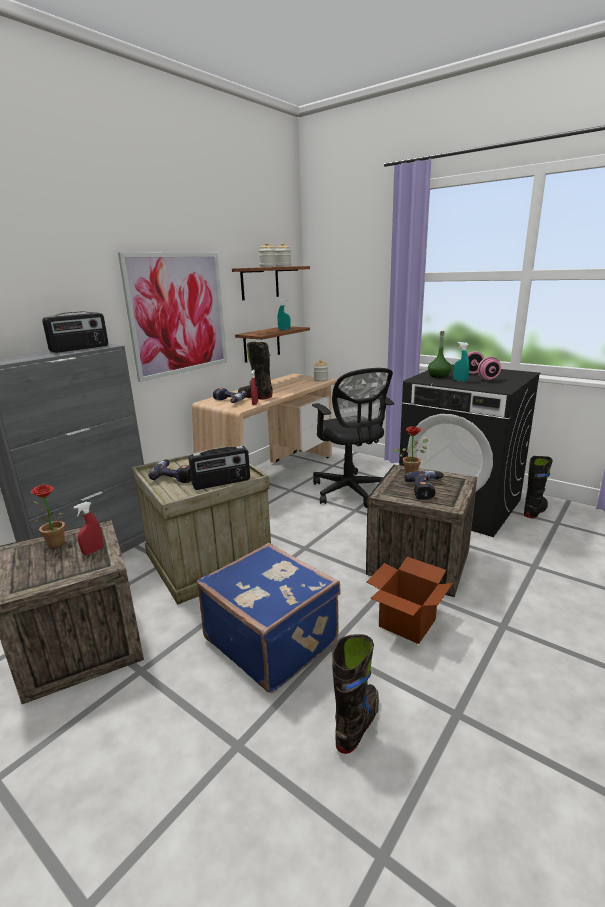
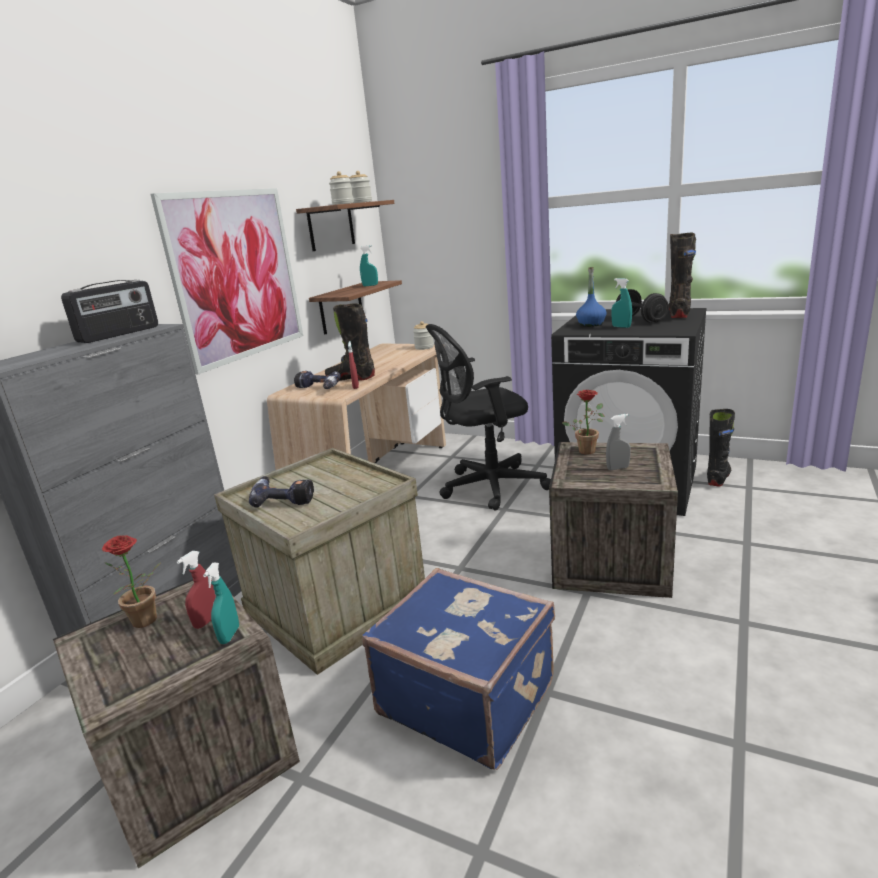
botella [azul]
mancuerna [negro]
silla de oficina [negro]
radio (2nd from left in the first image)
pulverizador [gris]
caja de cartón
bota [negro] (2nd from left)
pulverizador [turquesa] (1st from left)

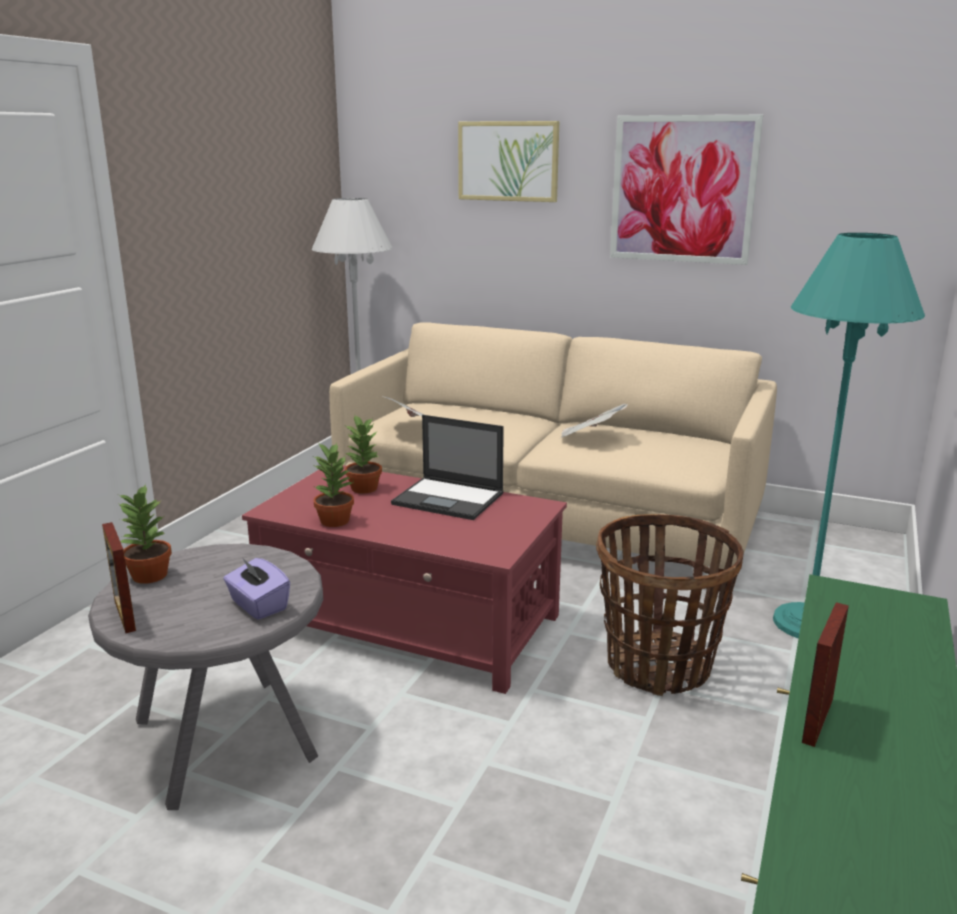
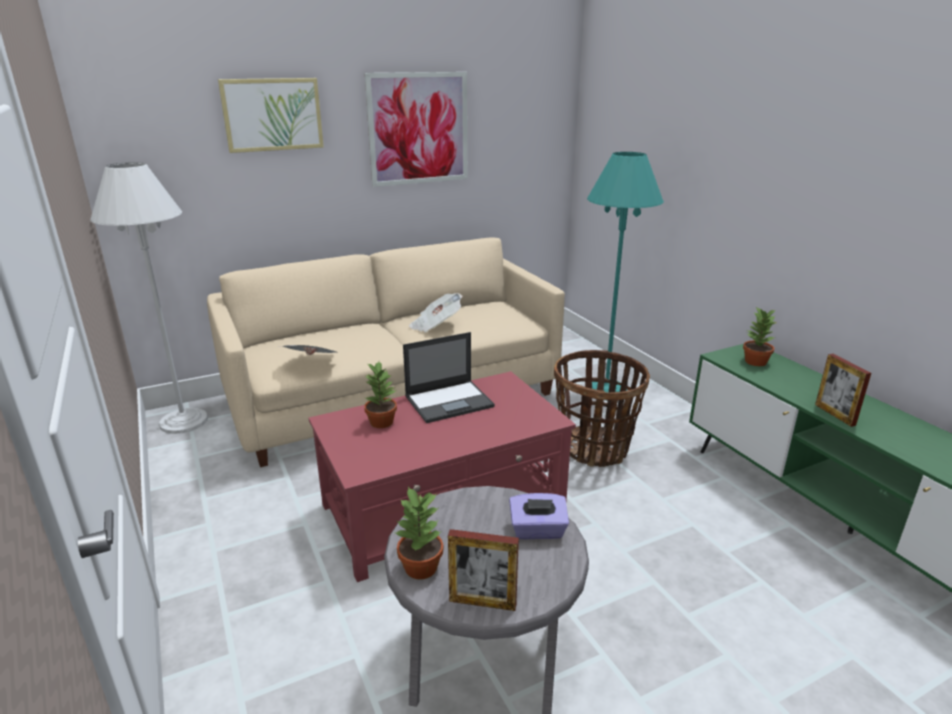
planta en maceta (3rd from left)

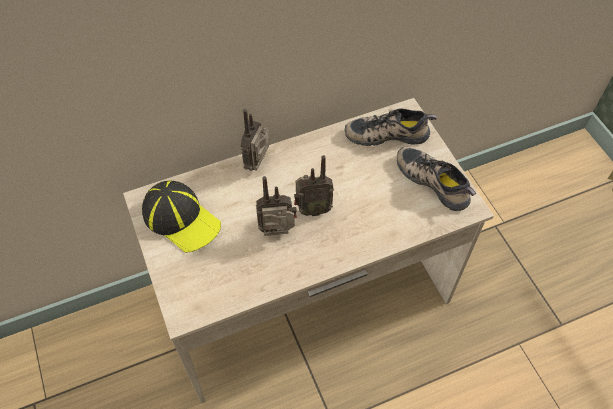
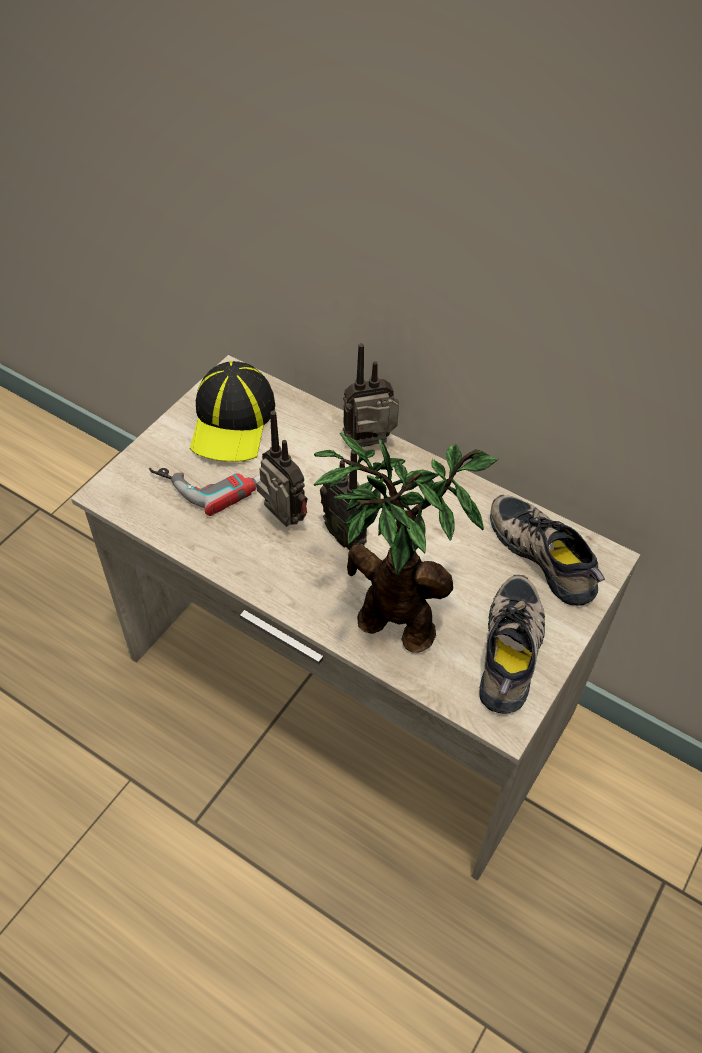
planta en maceta
taladro

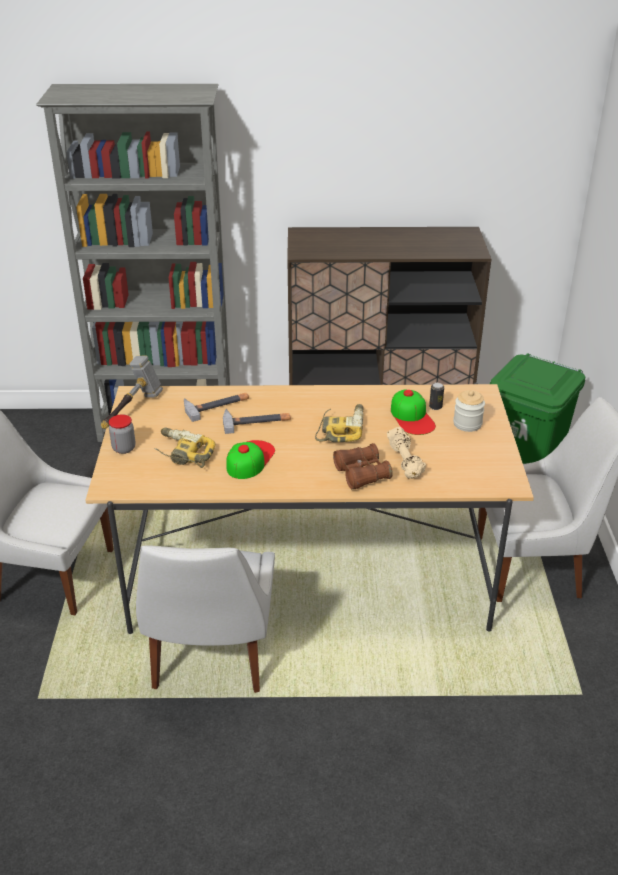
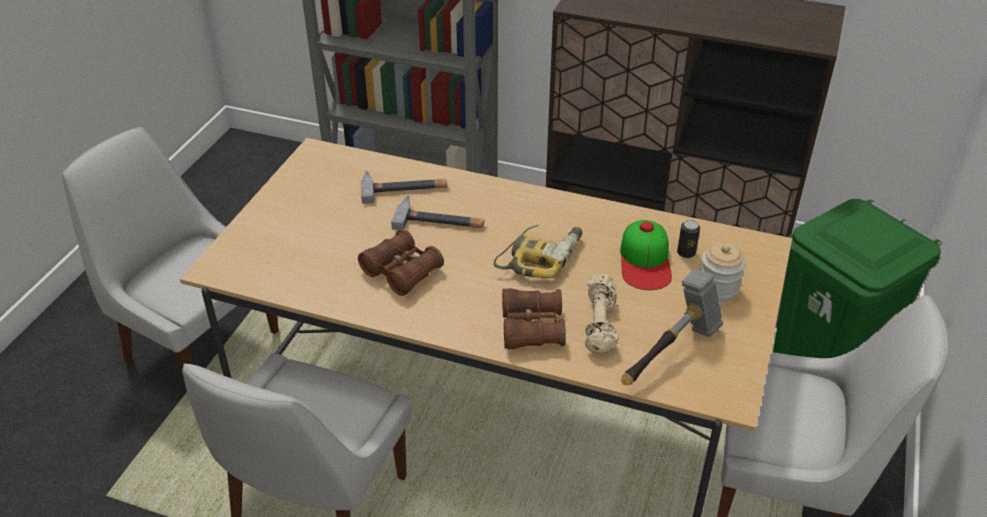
martillo (3rd from left)
tarro (1st from left in the first image)
taladro (1st from left in the first image)
prismáticos [marrón] (1st from left)

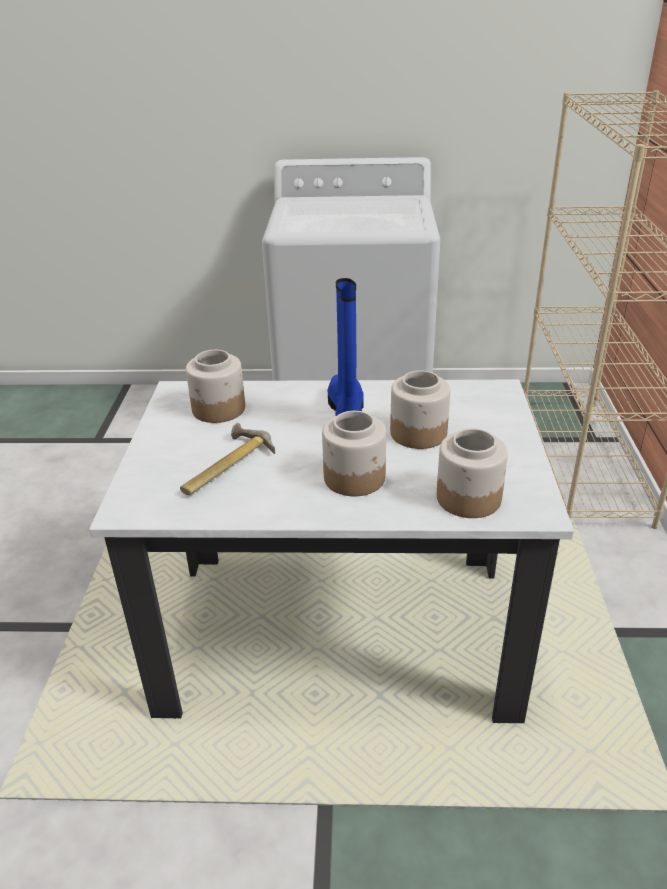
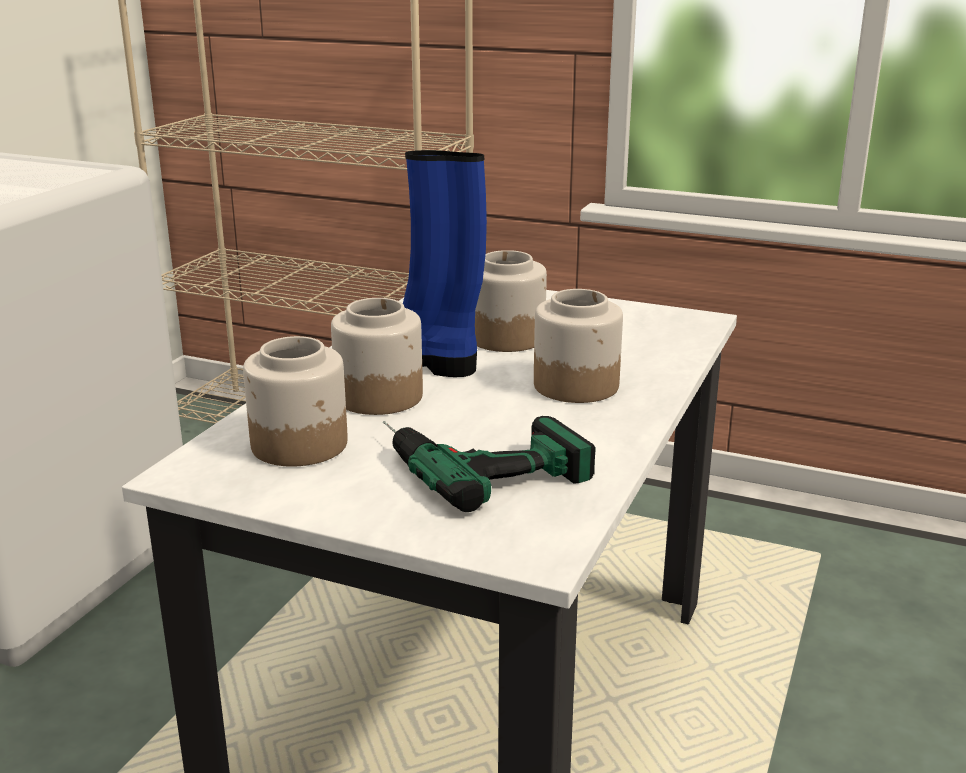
taladro
tarro (2nd from left)

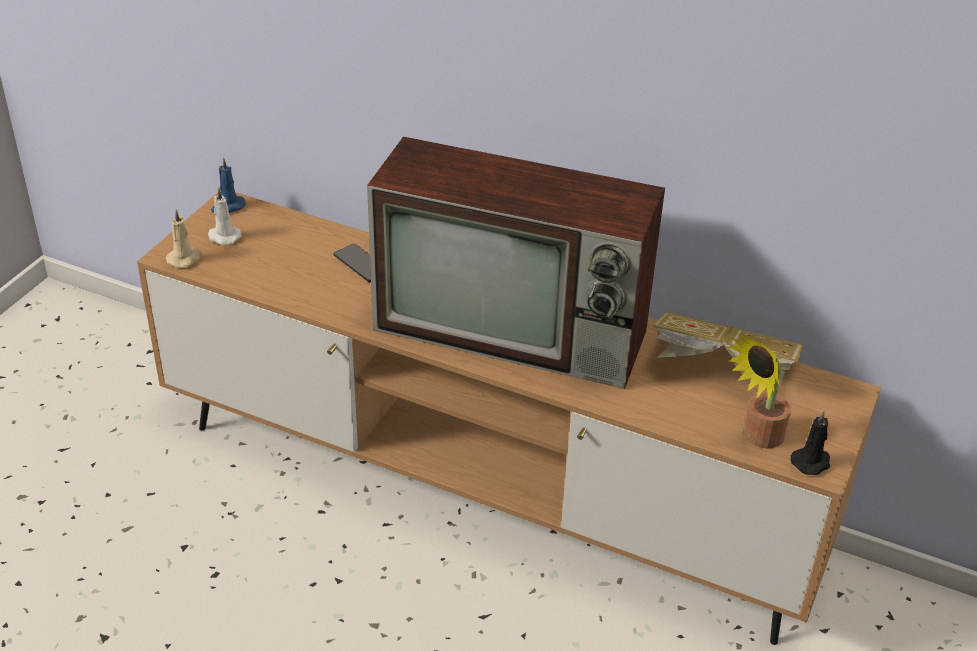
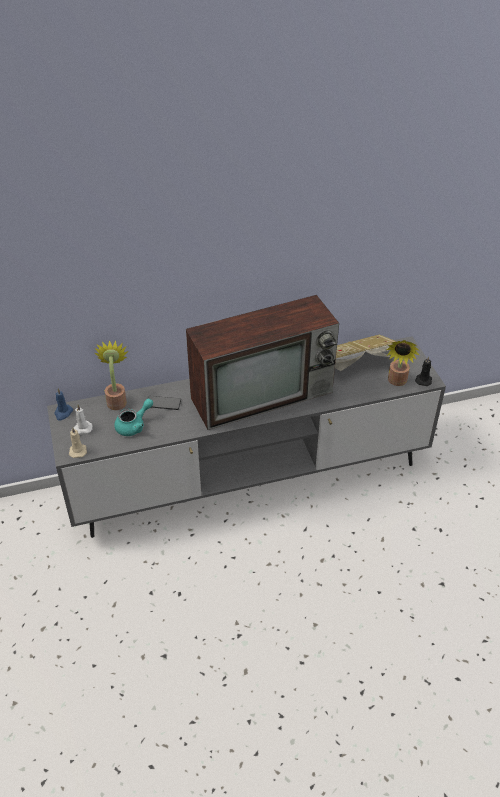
mueble de televisión [gris]
planta en maceta (1st from left)
tetera [turquesa]

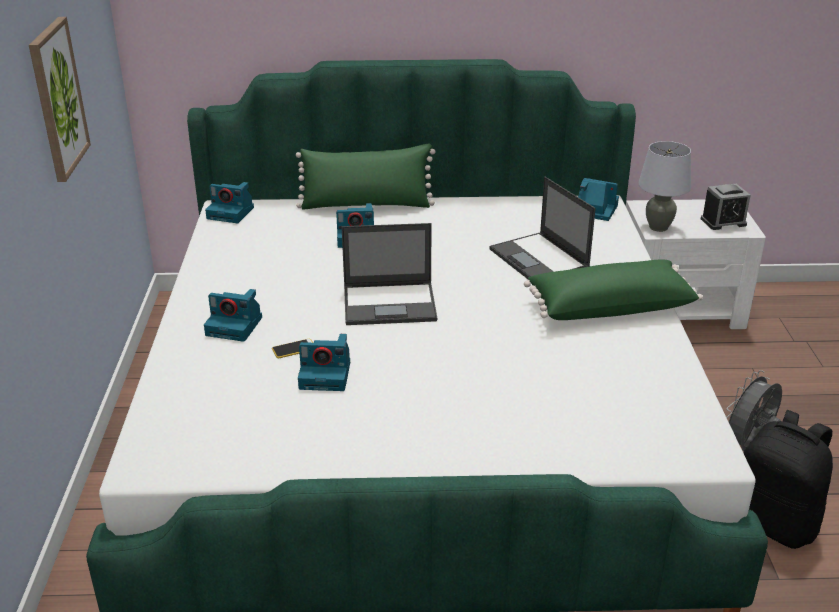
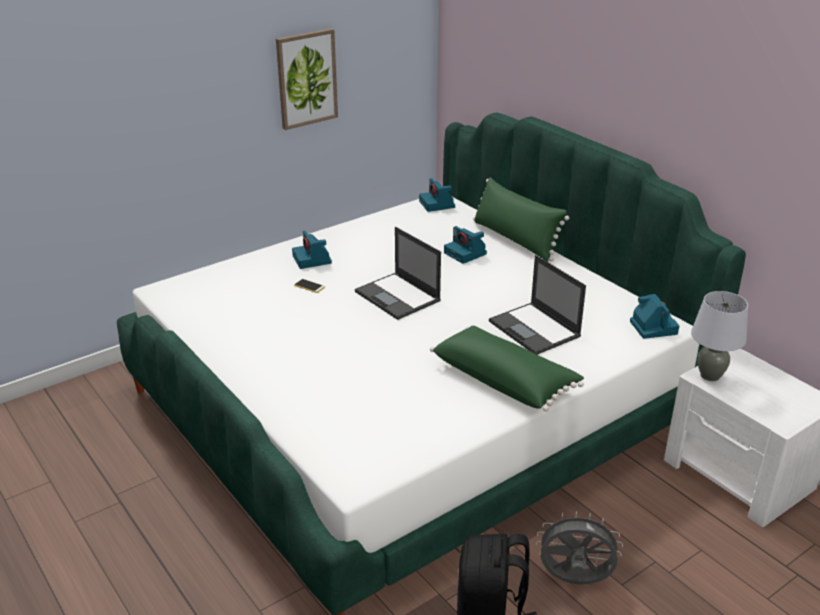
portátil (2nd from left)
despertador
cámara (3rd from left in the first image)

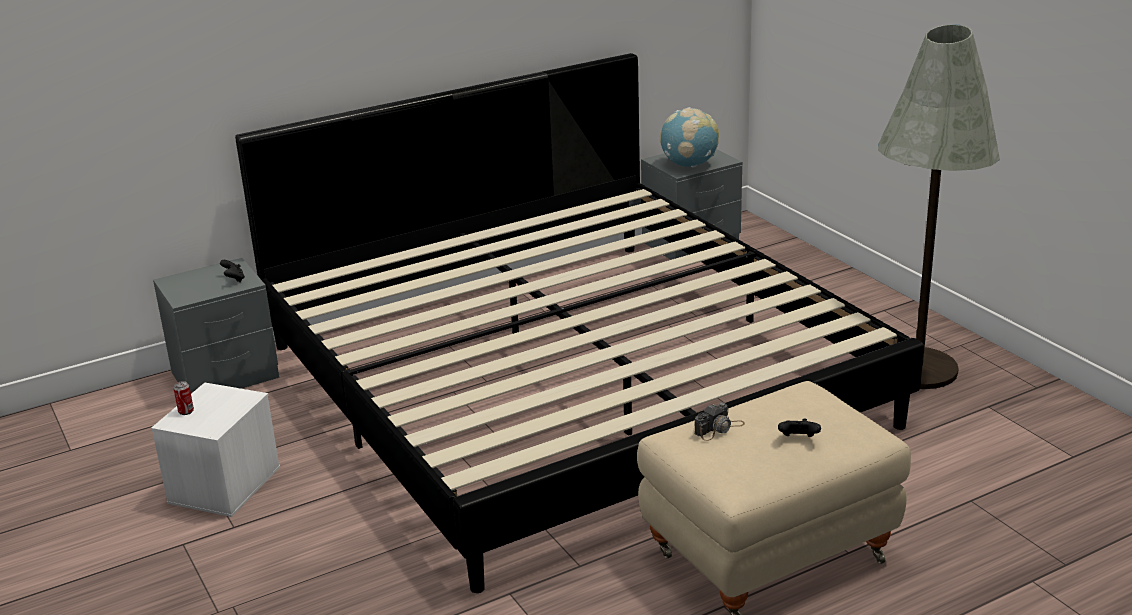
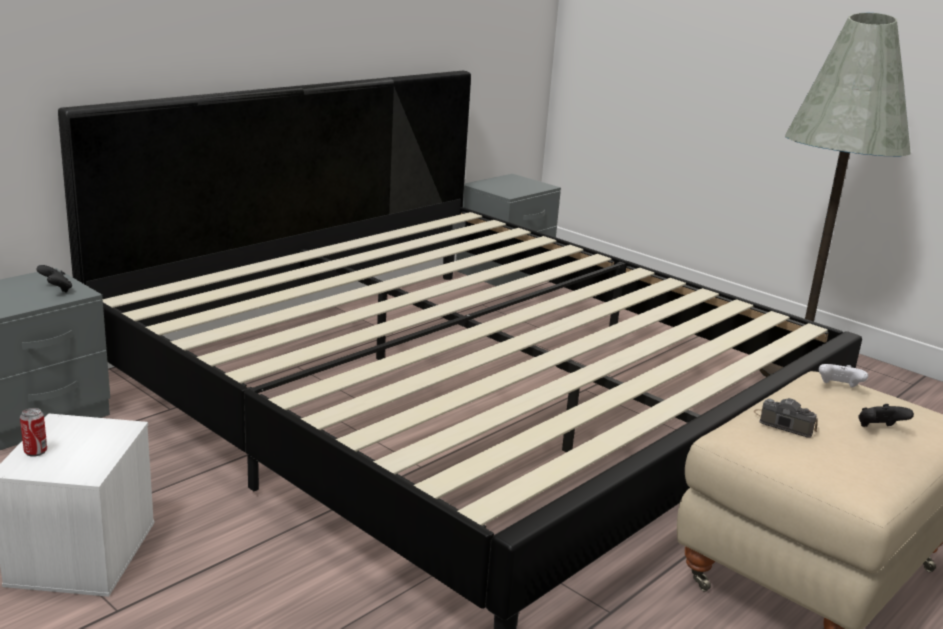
globo terráqueo
cámara
mando de consola [blanco]

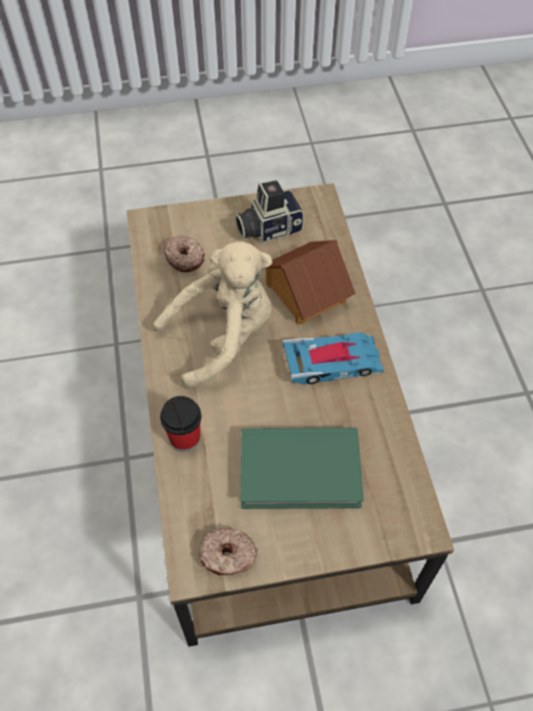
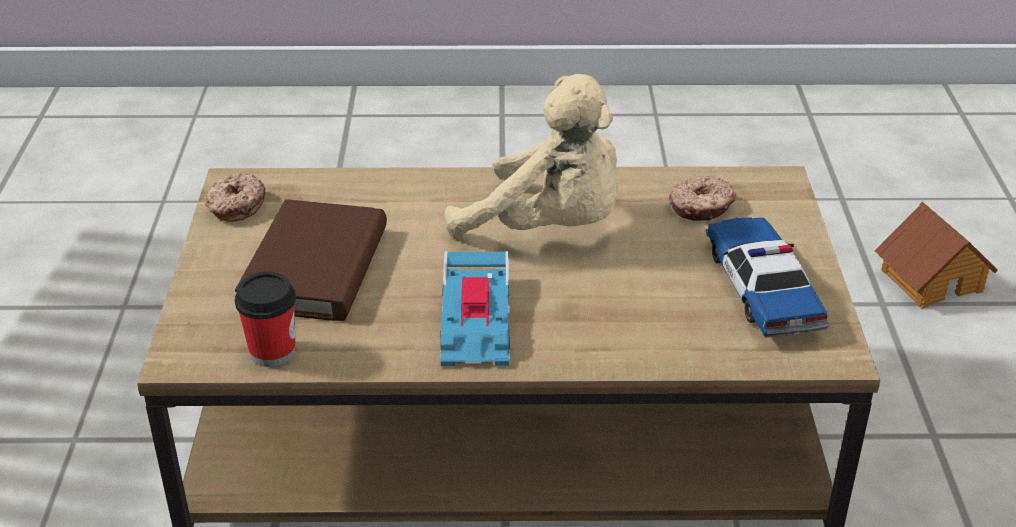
coche de juguete (2nd from left)
casita
peluche [beis]
taza
libro [marrón]

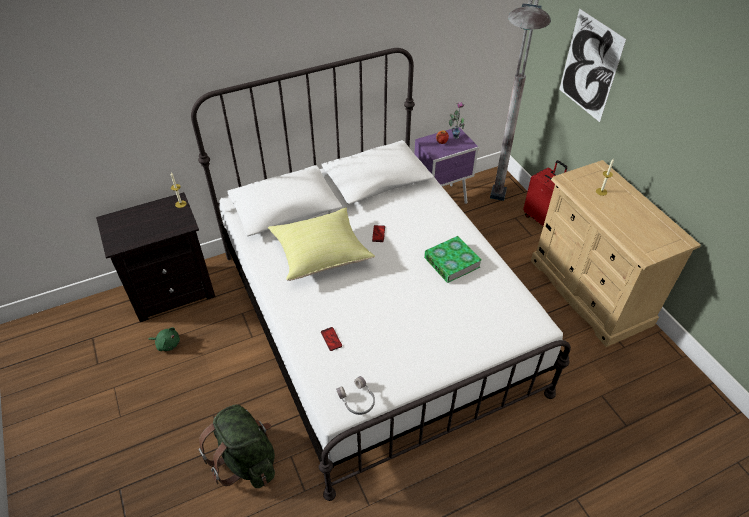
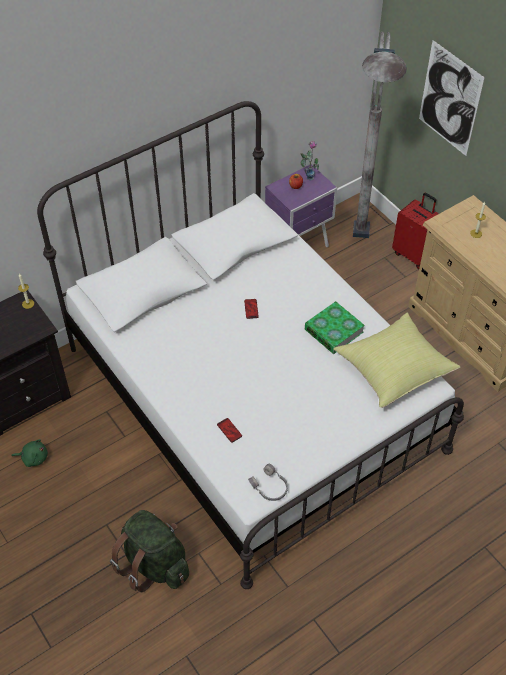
cojín [amarillo]

